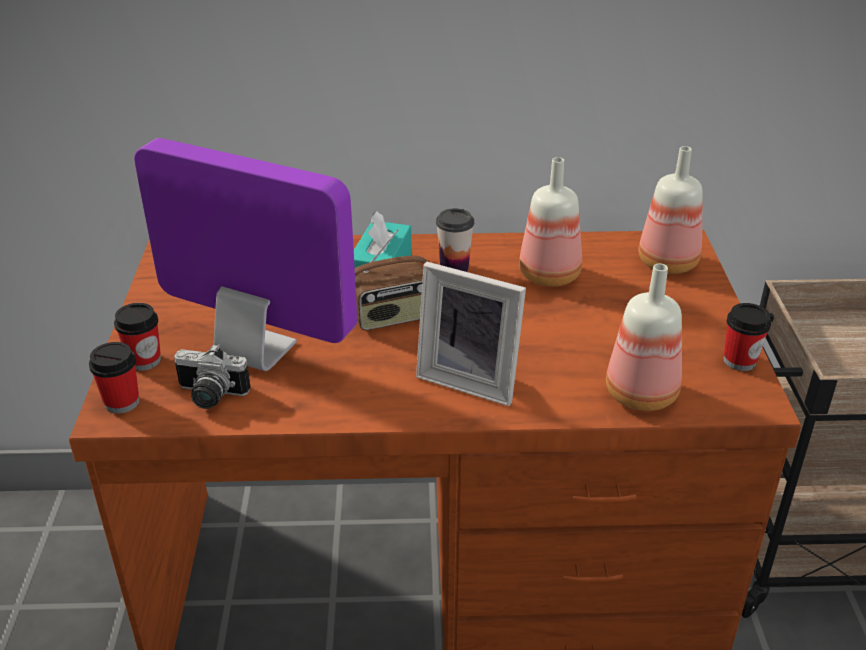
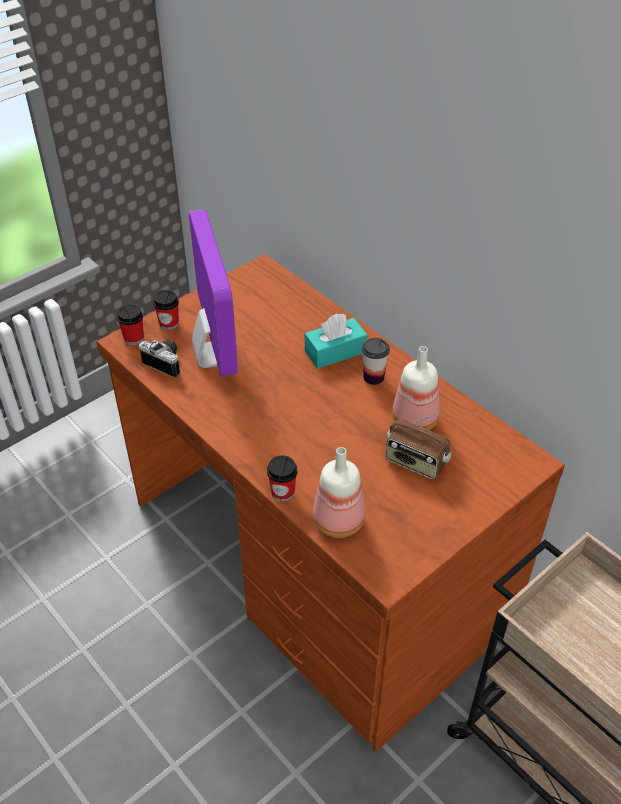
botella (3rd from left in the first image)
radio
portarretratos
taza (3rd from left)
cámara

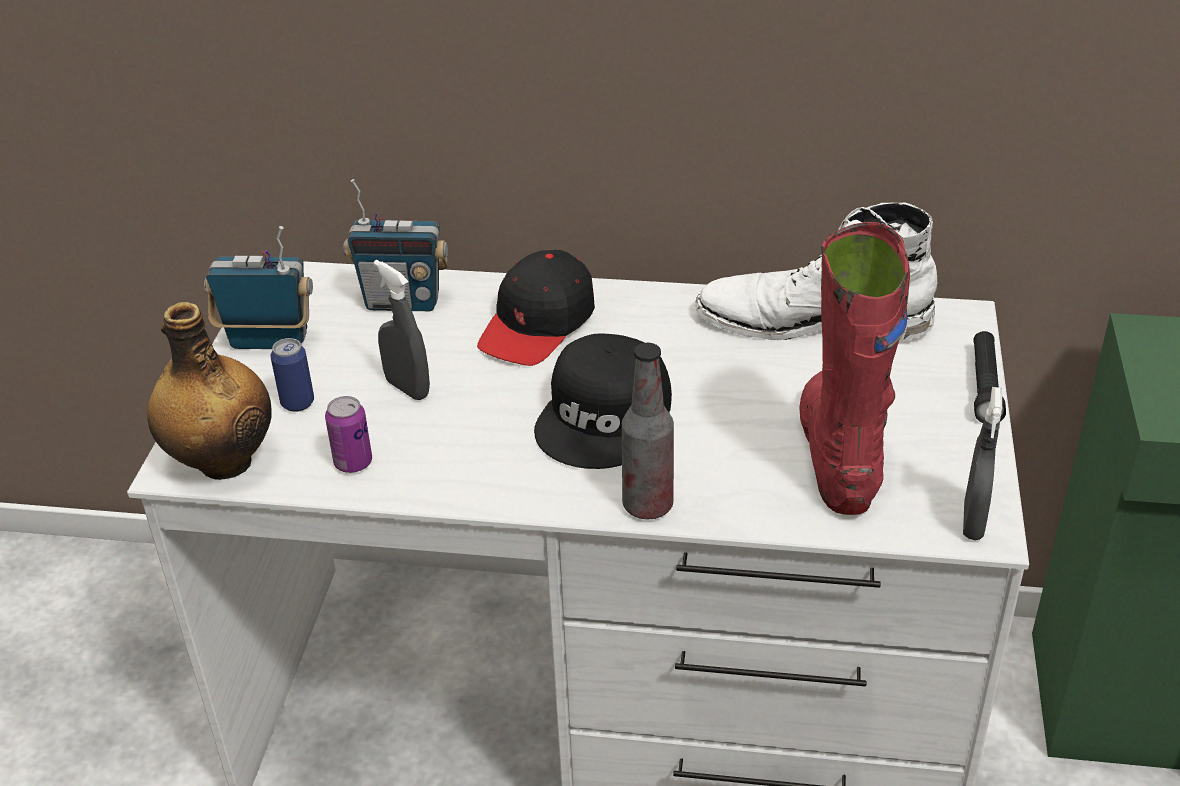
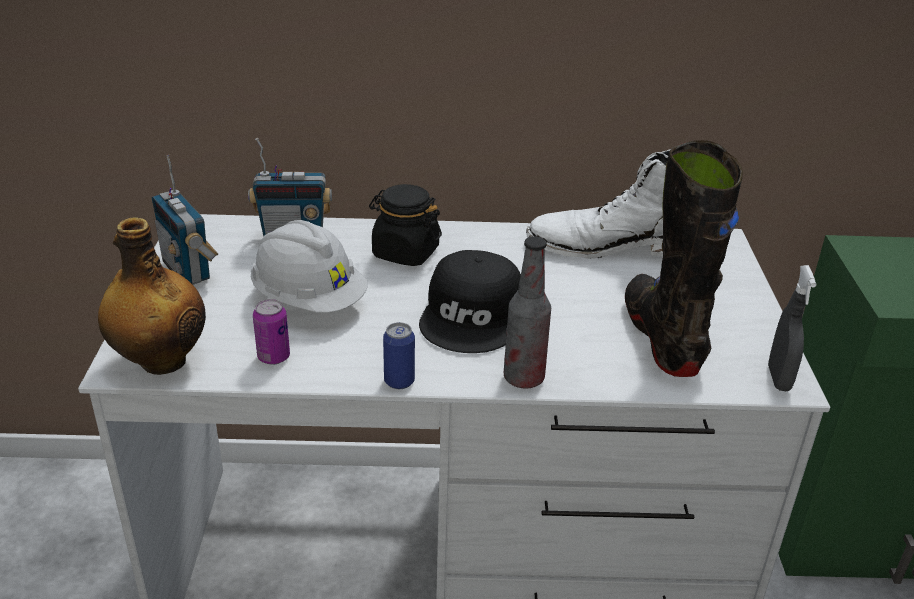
bota [negro]
radio (1st from left)
tarro [negro]
casco [blanco]
linterna [negro]
lata (2nd from left)

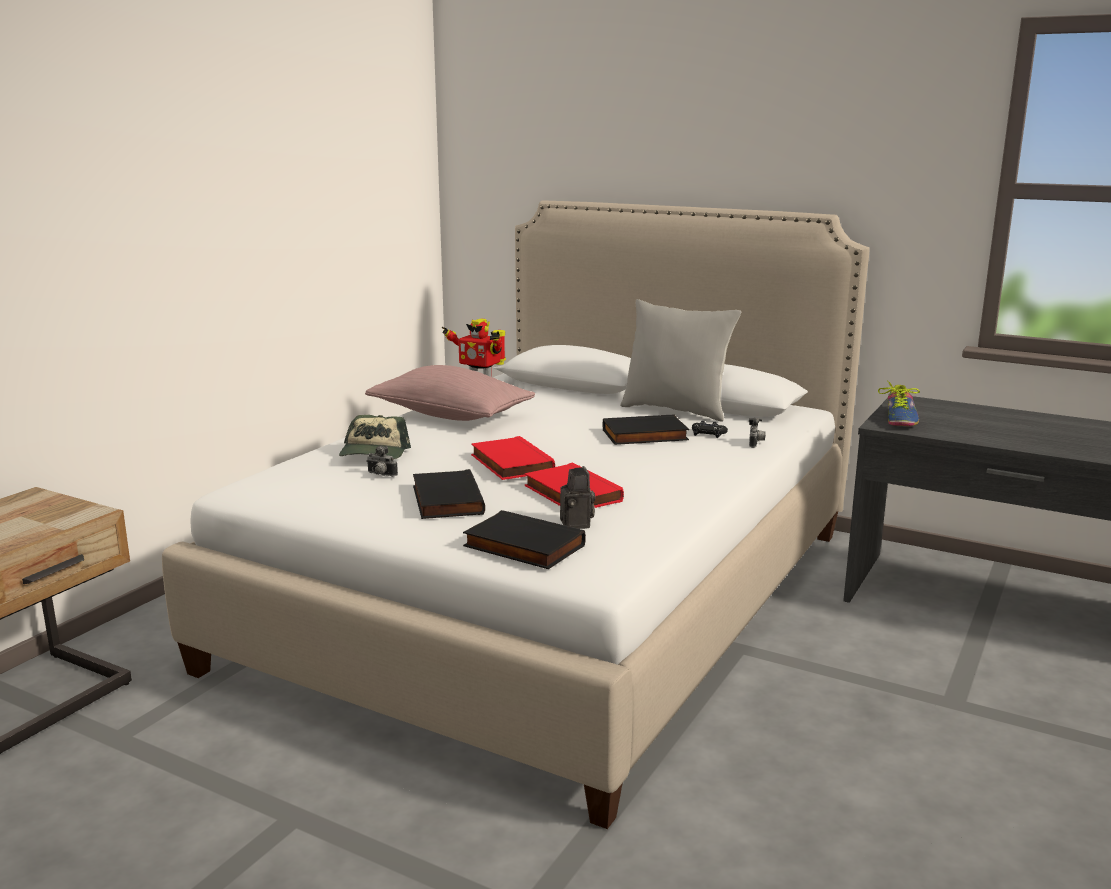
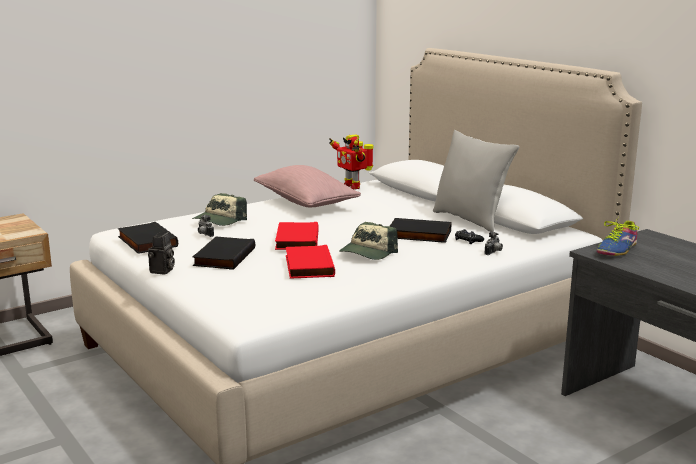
cámara (1st from left)
libro [negro] (1st from left)
gorra (2nd from left)

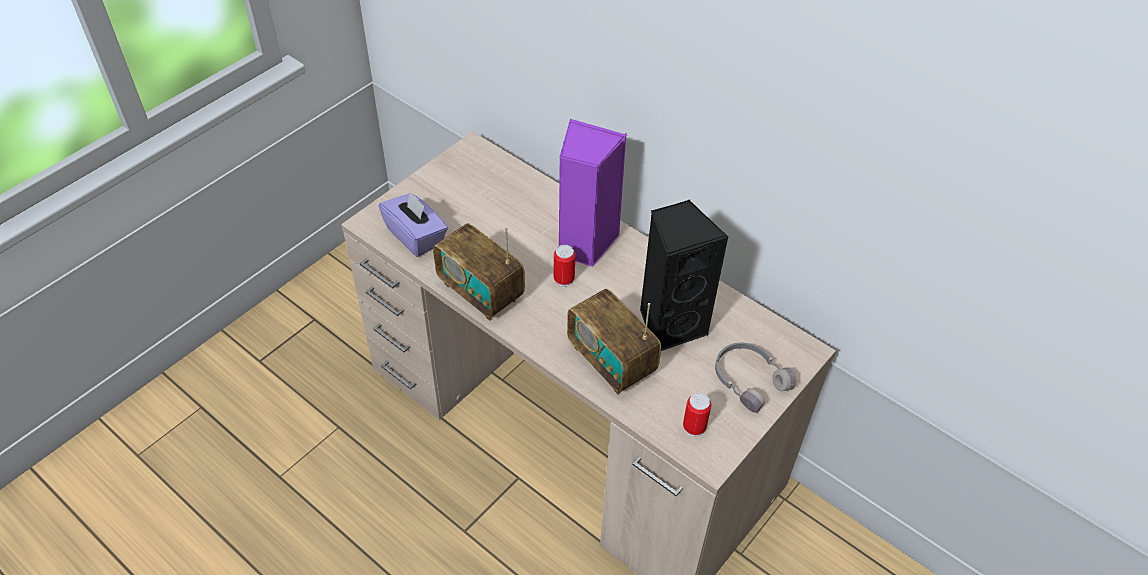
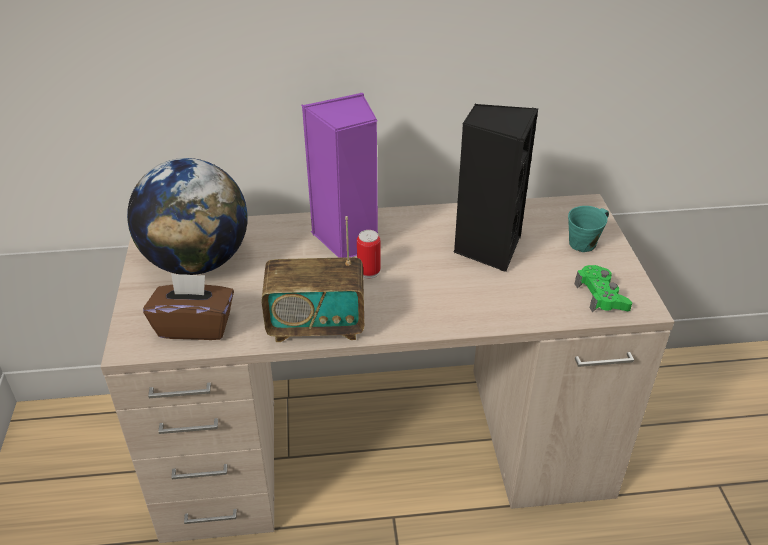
caja de pañuelos [marrón]
radio (2nd from left in the first image)
taza grande [turquesa]
mando de consola [verde]
globo terráqueo

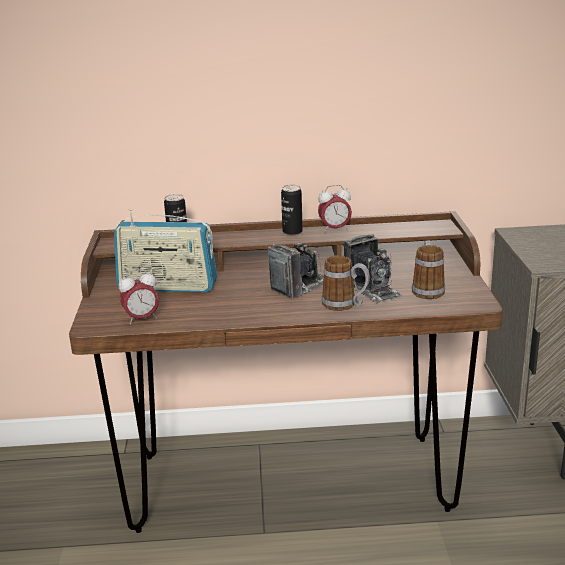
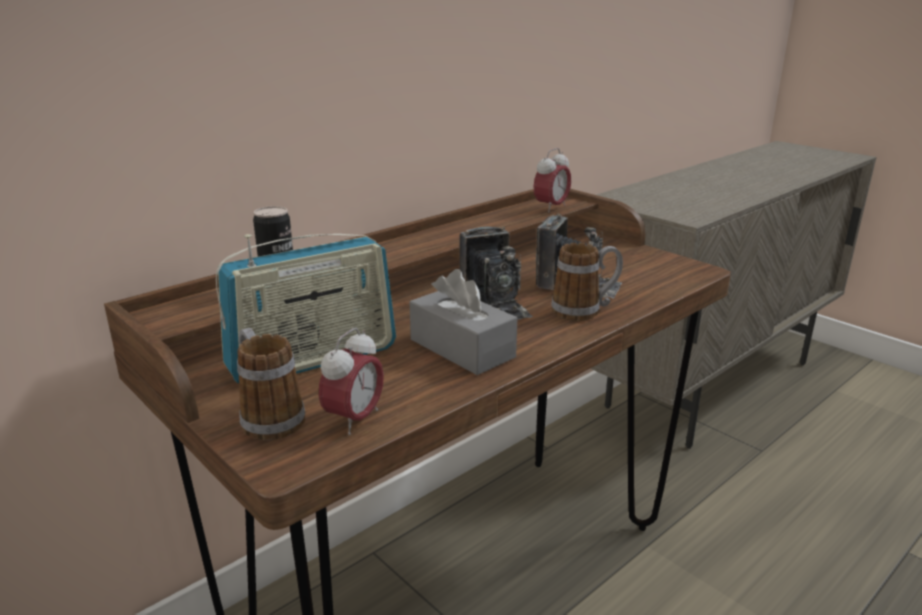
lata (2nd from left in the first image)
despertador (2nd from left)
taza grande (1st from left)
cámara (1st from left)
caja de pañuelos [gris]

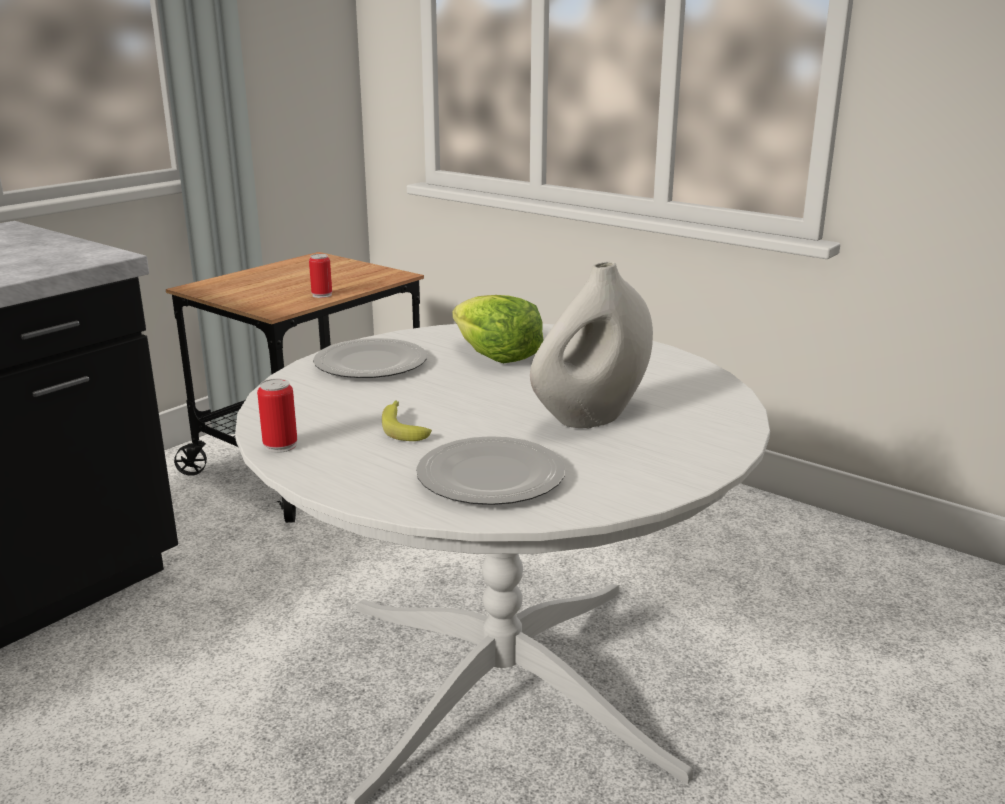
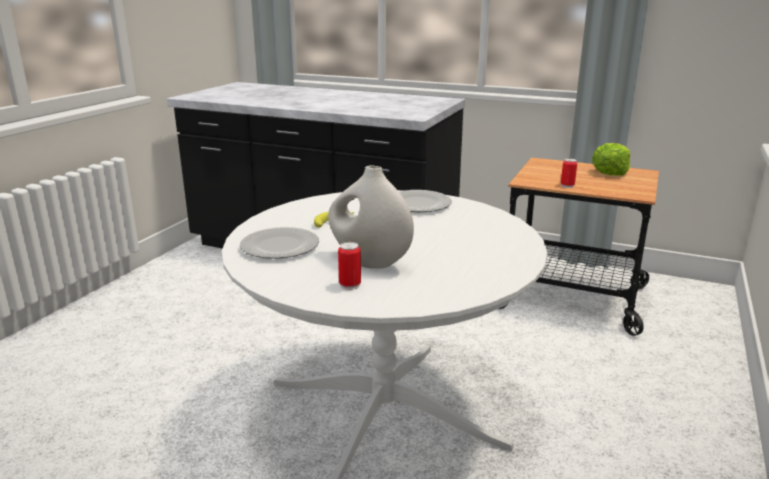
lechuga
lata (1st from left)

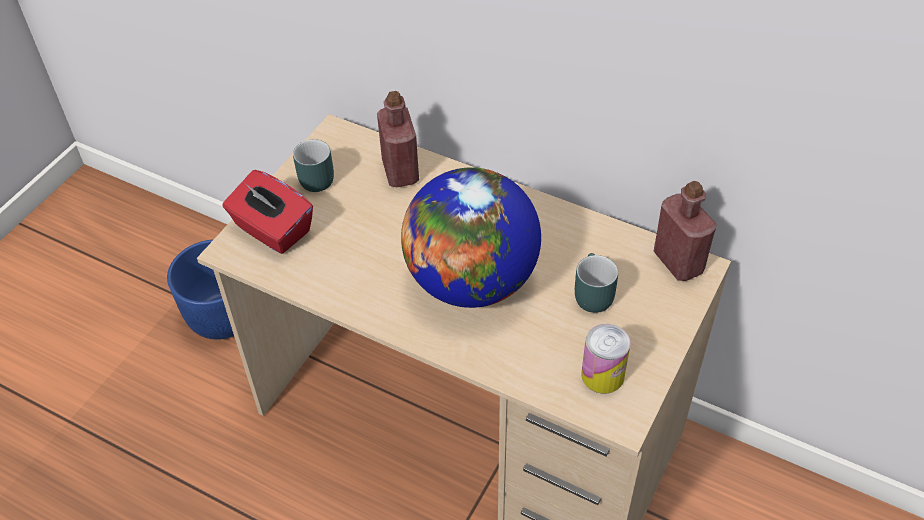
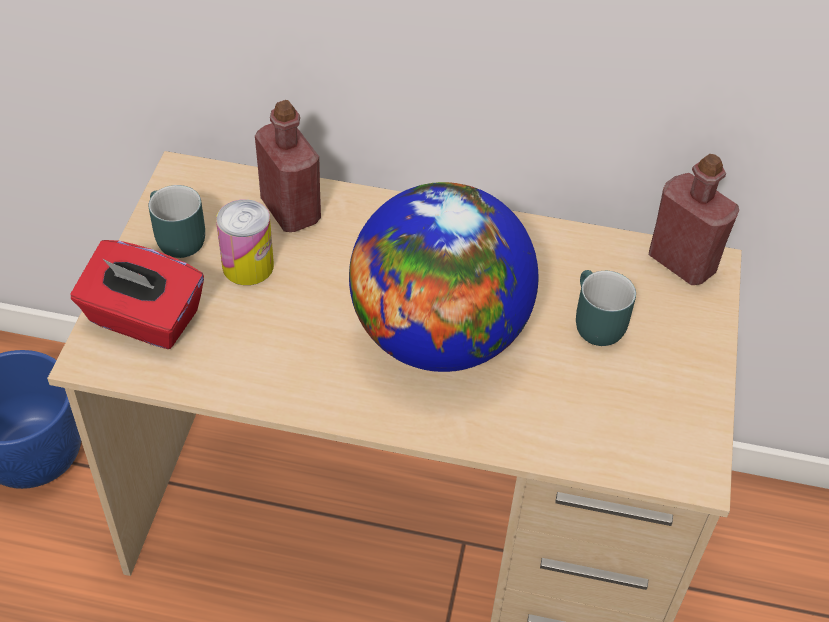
lata

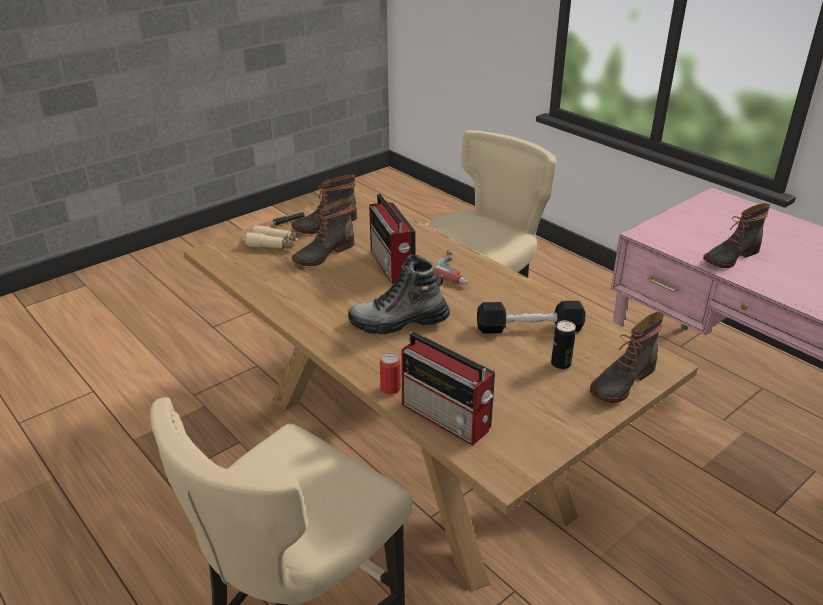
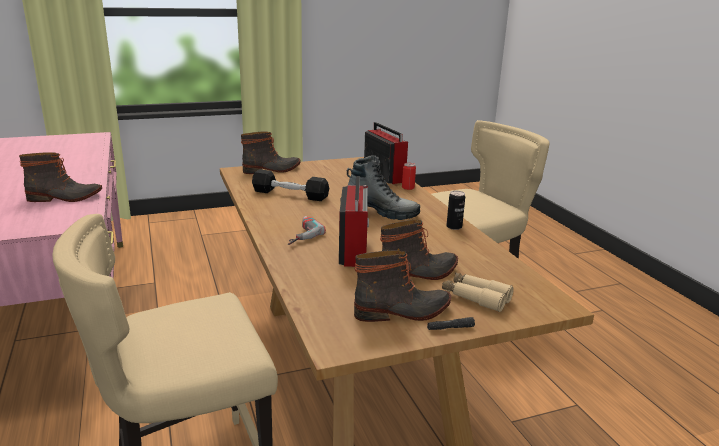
lata (2nd from left)

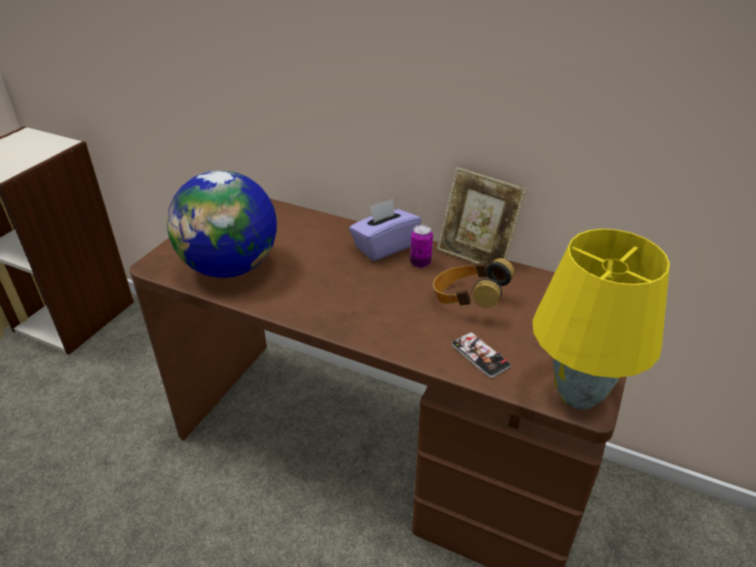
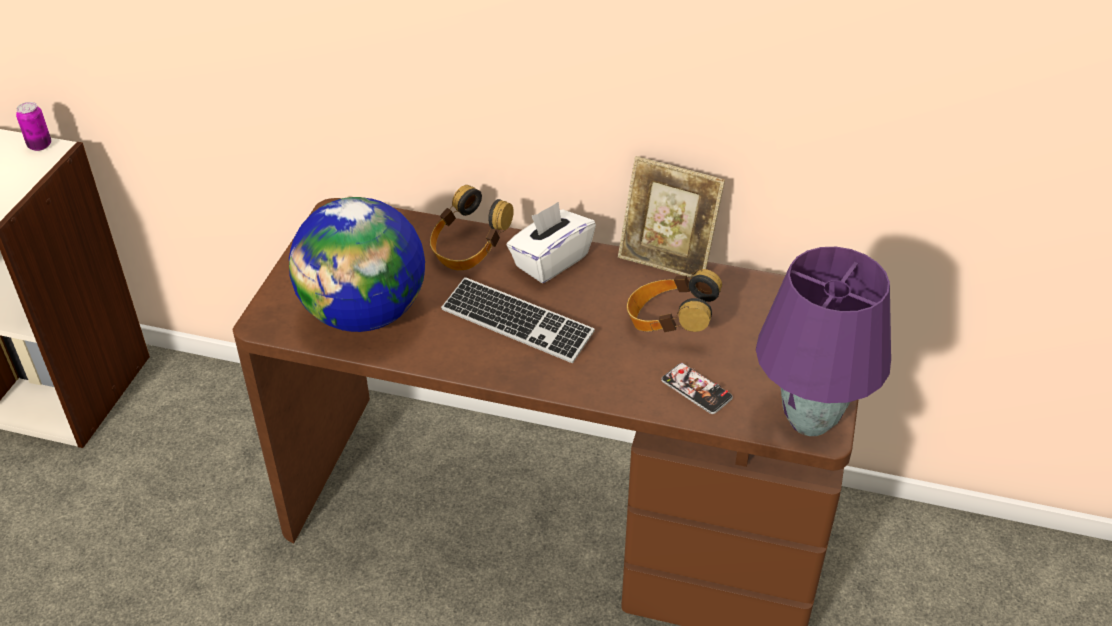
caja de pañuelos [blanco]
lata
lámpara de mesa [morado]
auriculares (1st from left)
teclado

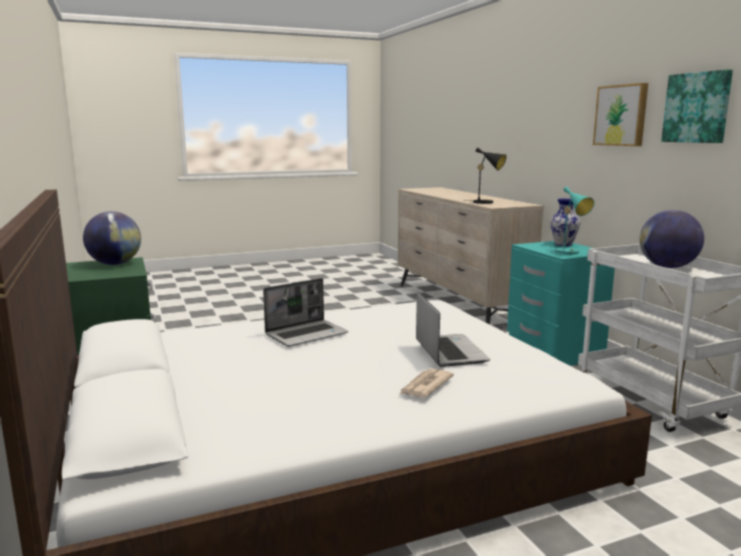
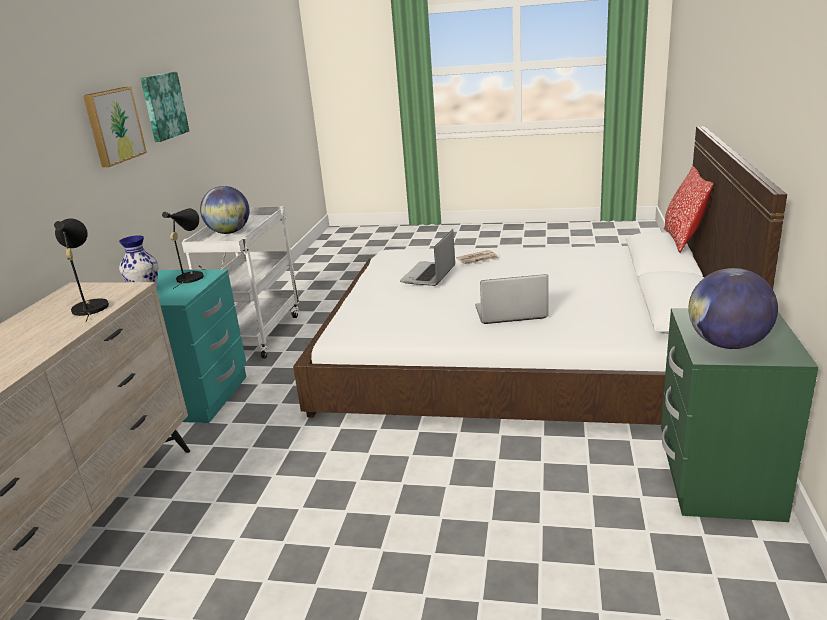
lámpara de mesa [negro] (2nd from left)
cojín

